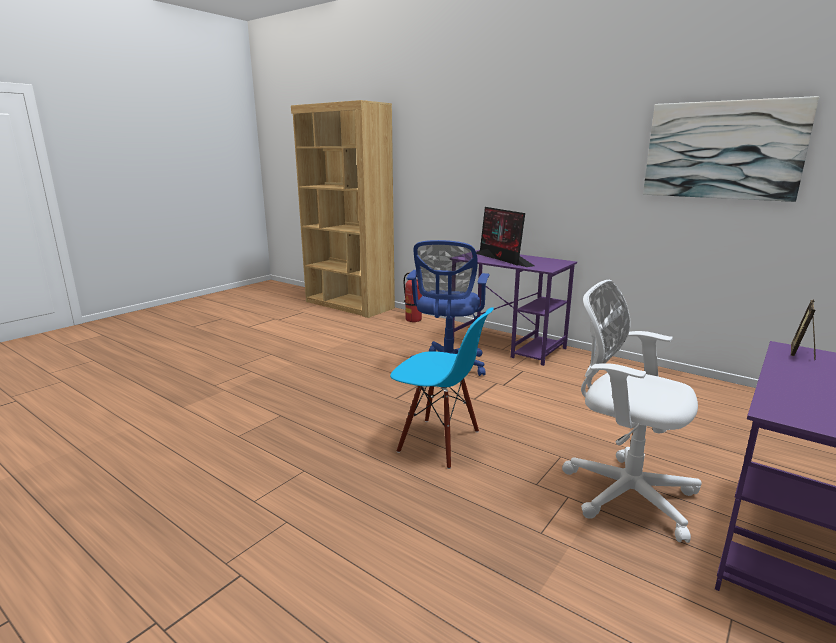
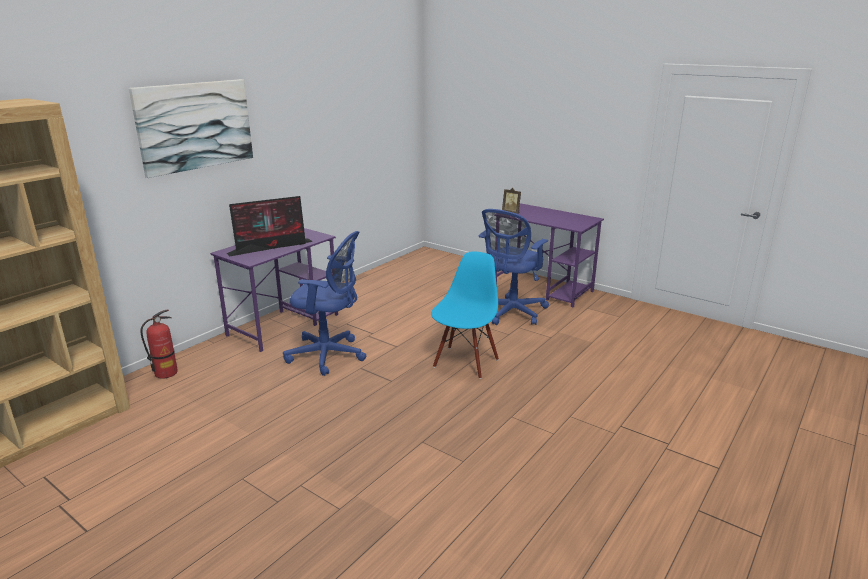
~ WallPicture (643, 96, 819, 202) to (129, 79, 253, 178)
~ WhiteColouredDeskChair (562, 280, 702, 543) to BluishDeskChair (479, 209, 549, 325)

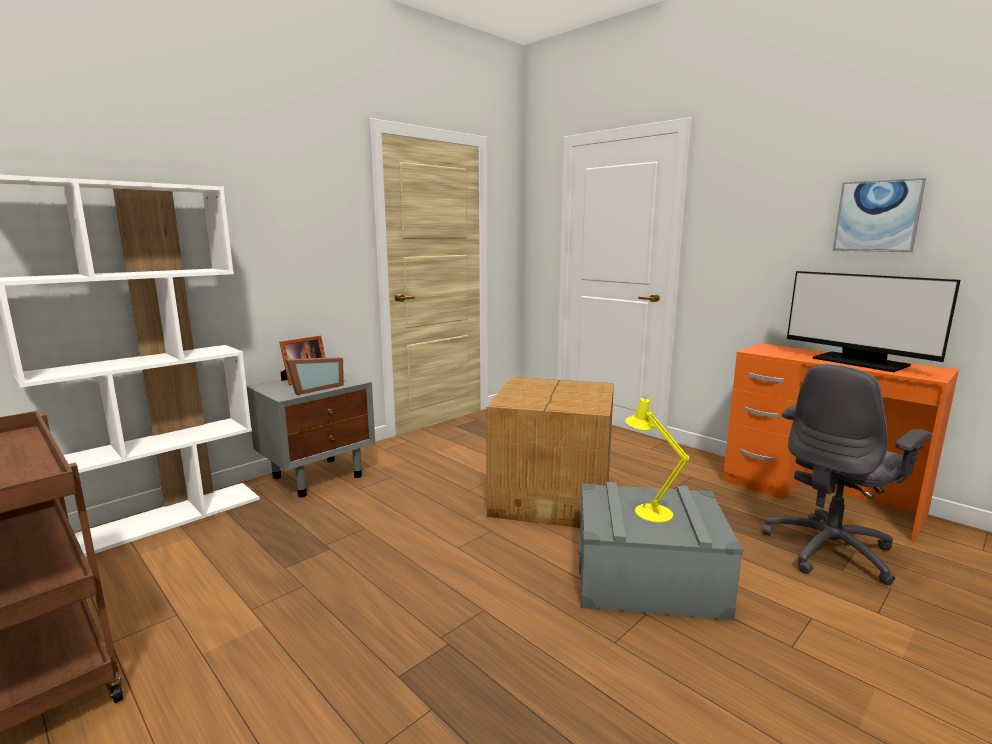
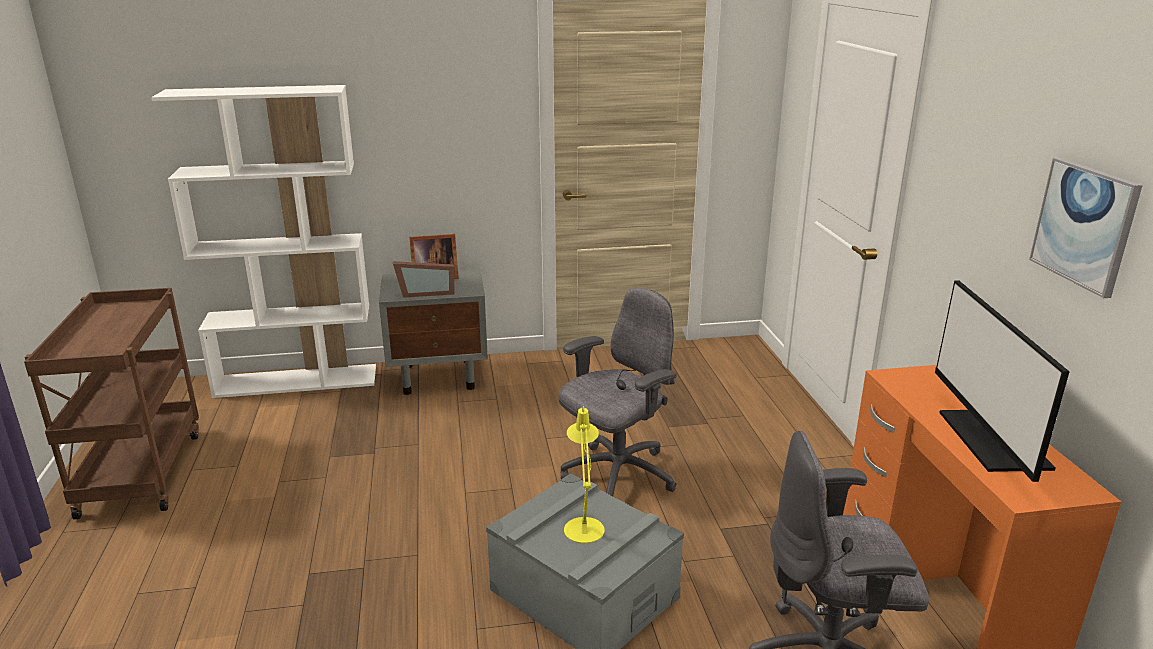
~ PackingBox (486, 377, 614, 528) to GreyishDeskChair (558, 287, 677, 496)

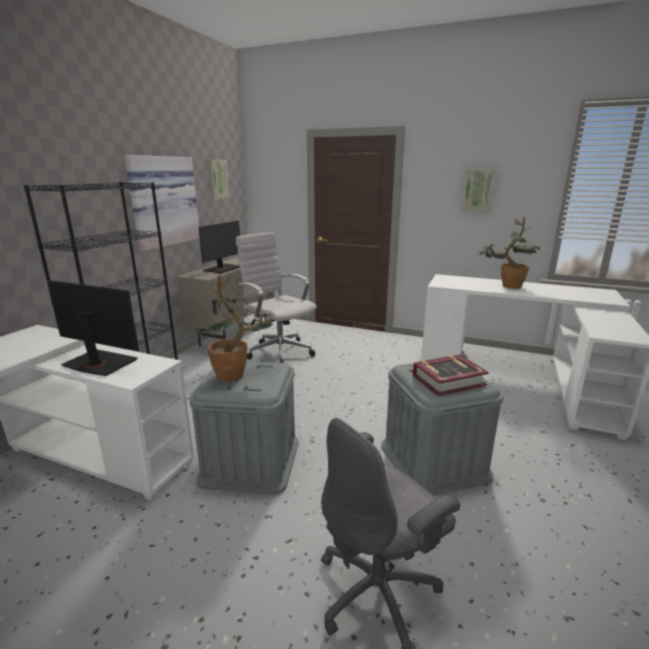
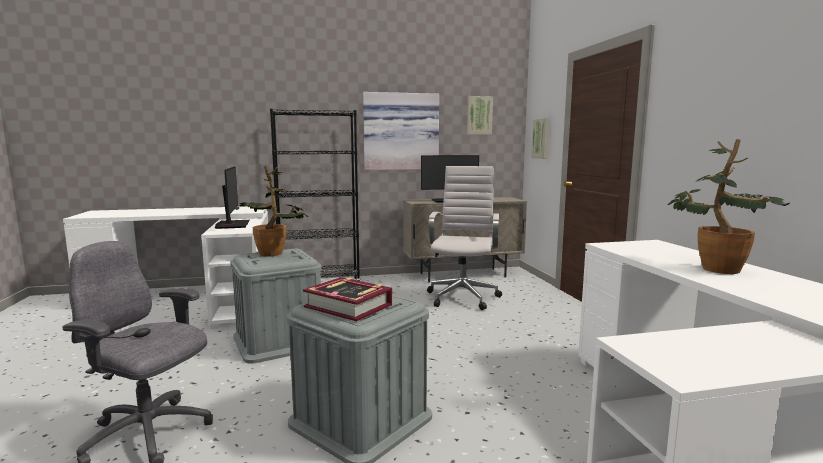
~ WallPicture (462, 169, 496, 213) to (531, 118, 549, 159)

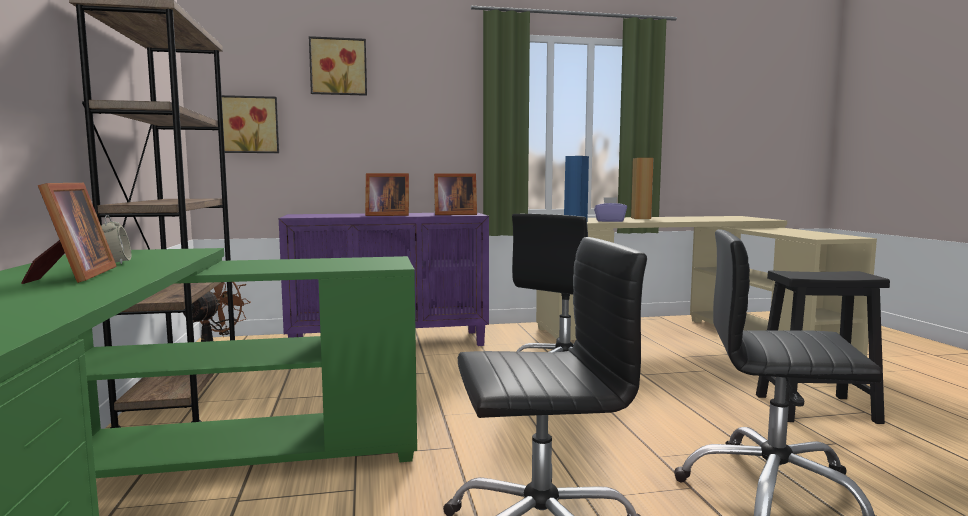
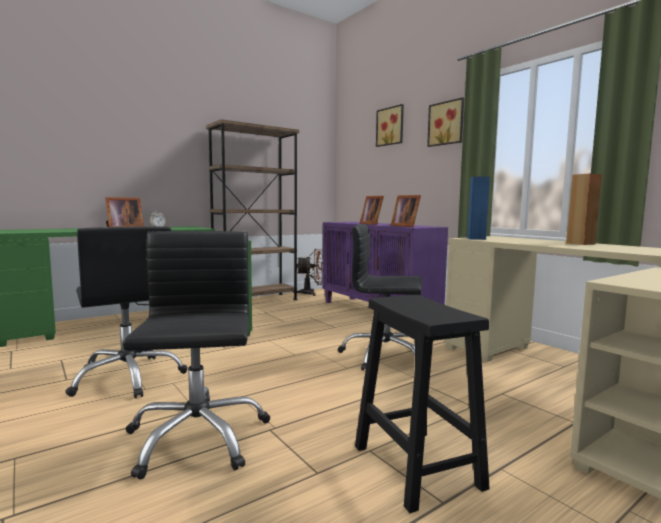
- PurpleTissueHolder (594, 197, 627, 222)
~ WallPicture (222, 95, 279, 153) to (427, 97, 464, 147)

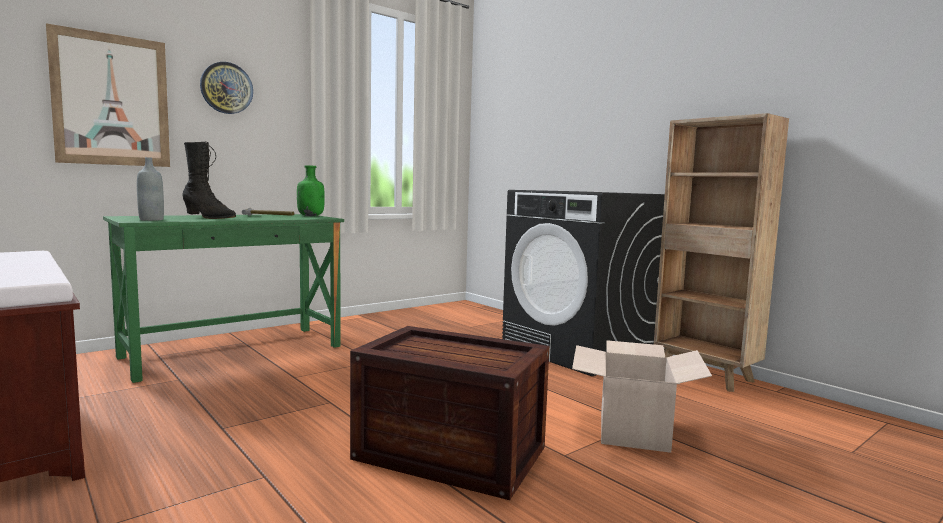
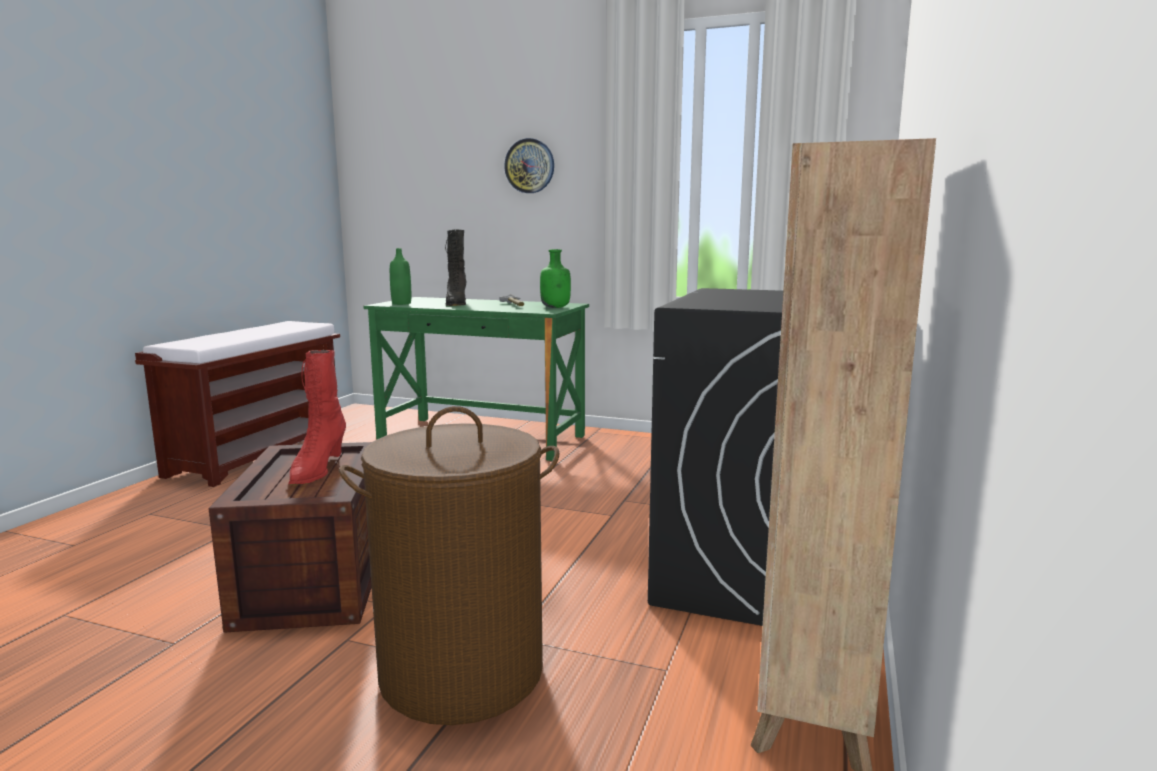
- WallPicture (46, 23, 170, 167)
+ RedTallBoot (288, 350, 346, 485)
~ PackingBox (572, 340, 712, 453) to BrownColouredLaundryBasket (339, 406, 559, 725)
~ GreyishDrinkBottle (137, 157, 164, 221) to GreenDrinkBottle (390, 248, 411, 305)

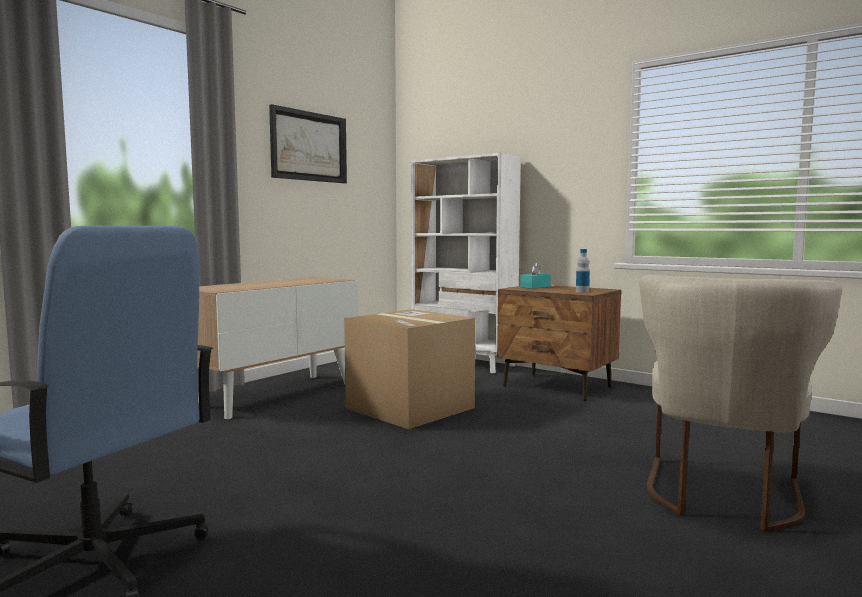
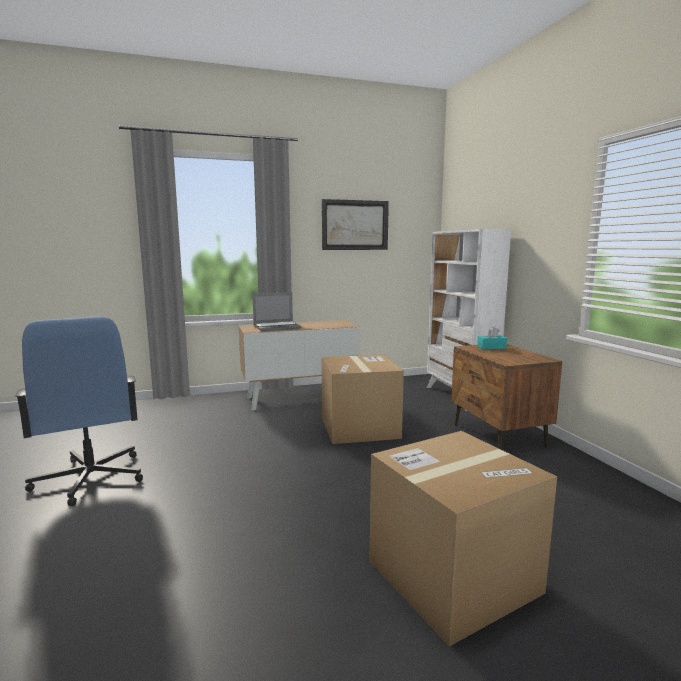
- DrinkBottle (576, 249, 590, 293)
+ Laptop (252, 292, 301, 331)
~ BeigePlainChair (640, 275, 842, 531) to PackingBox (370, 431, 557, 646)

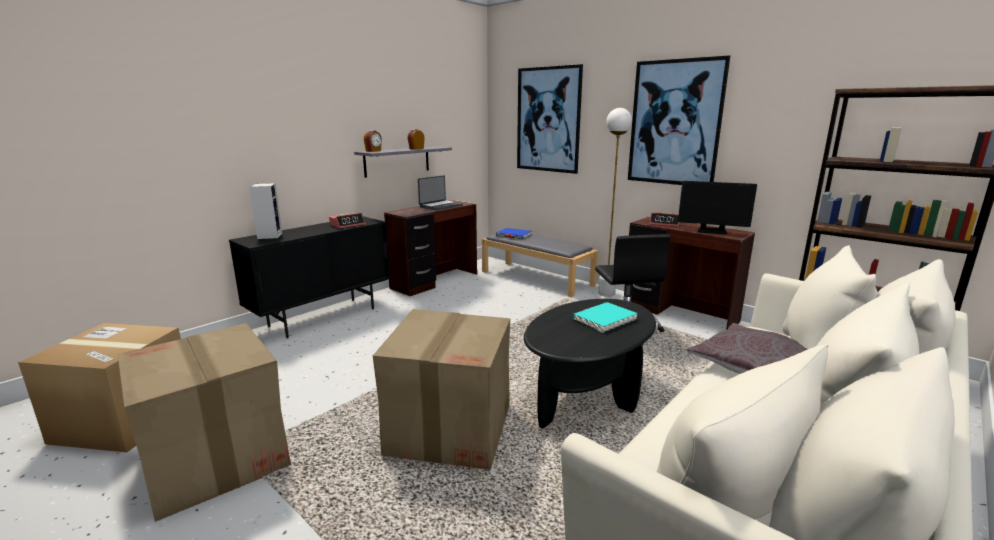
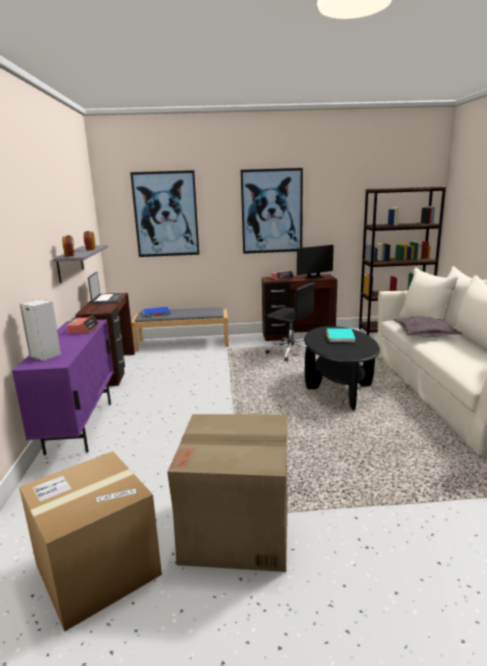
- PackingBox (373, 309, 510, 470)
- WhiteColouredStandardLamp (598, 108, 632, 297)
~ BlackishStorageCabinet (229, 216, 390, 339) to PurpleStorageCabinet (12, 320, 114, 456)

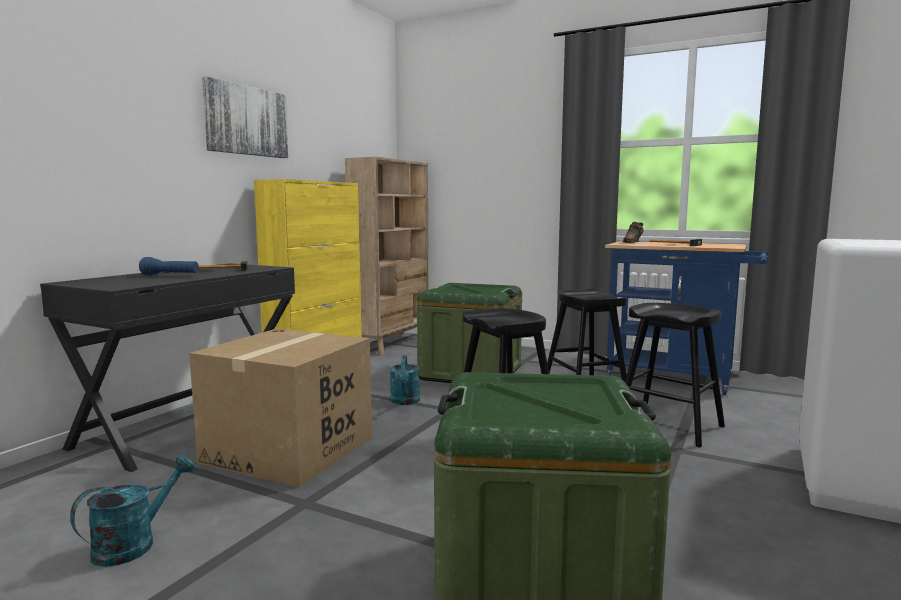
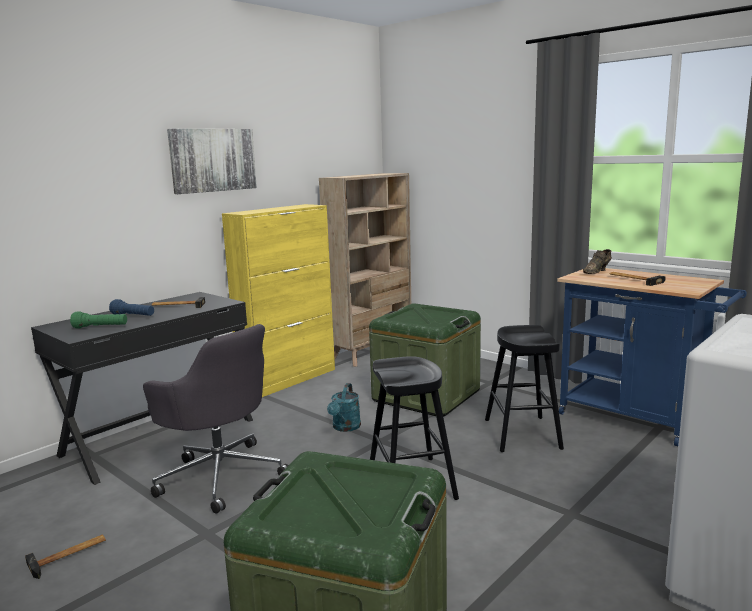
- BlackishSittingStool (625, 303, 725, 447)
+ GreenFlashlight (70, 312, 127, 328)
~ TurquoiseWateringPot (70, 455, 195, 567) to Hammer (25, 534, 106, 579)
~ PackingBox (189, 329, 372, 487) to GreyishDeskChair (143, 324, 289, 514)

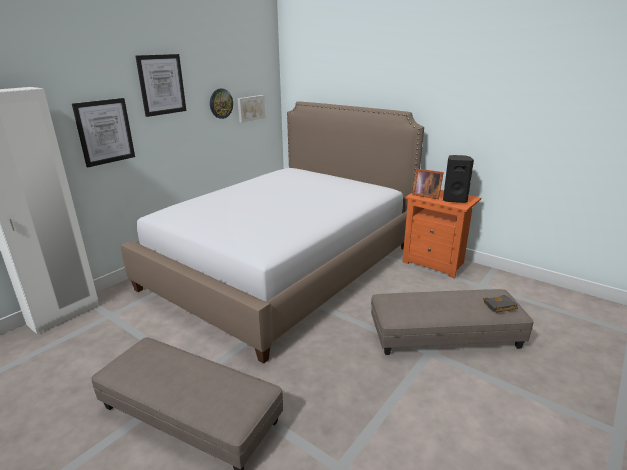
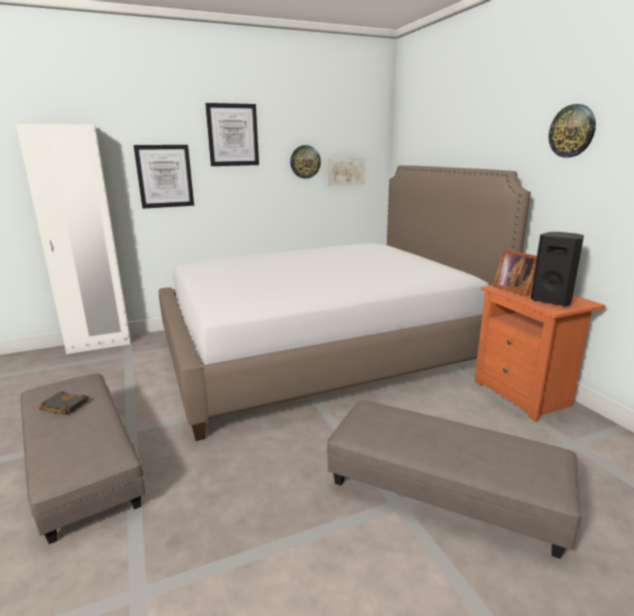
+ WallClock (549, 104, 596, 157)
~ BlackishBoundBook (483, 295, 518, 313) to (39, 391, 89, 415)

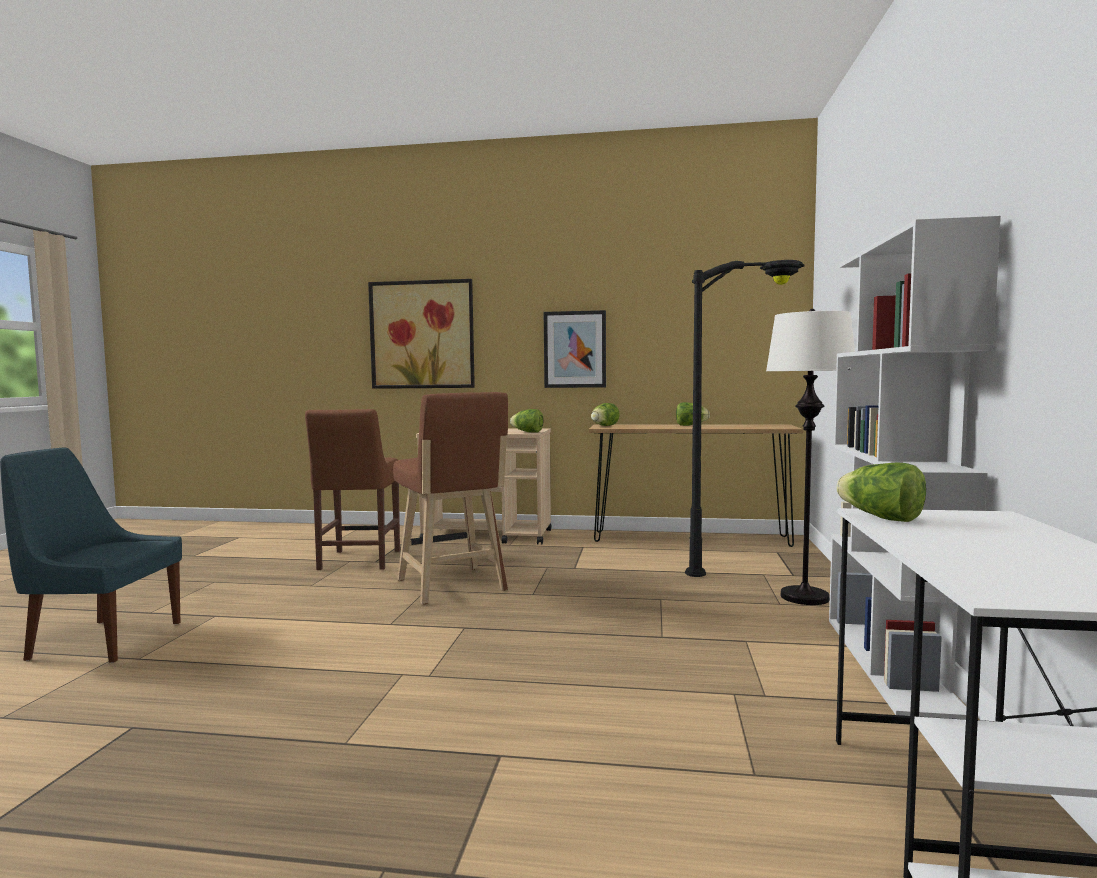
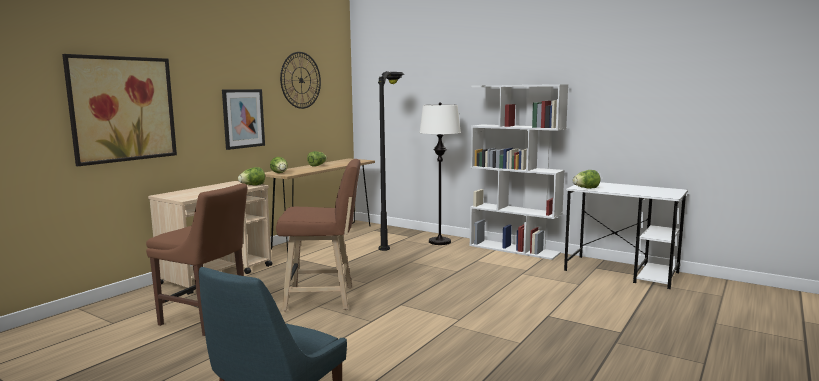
+ WallClock (280, 52, 321, 109)

